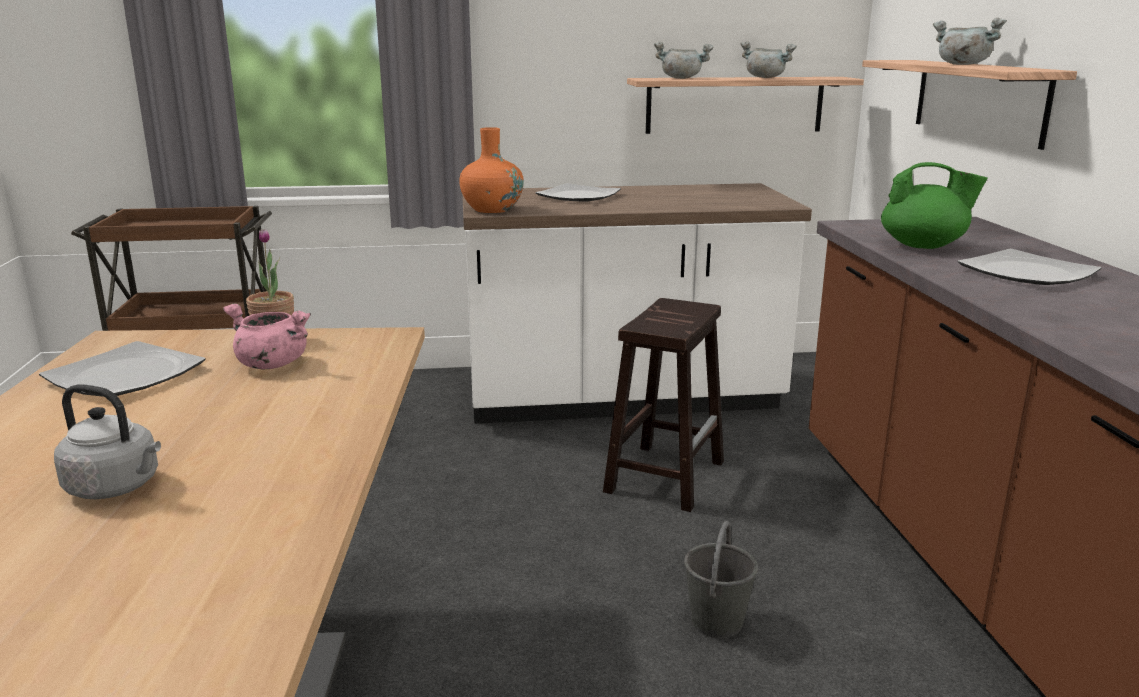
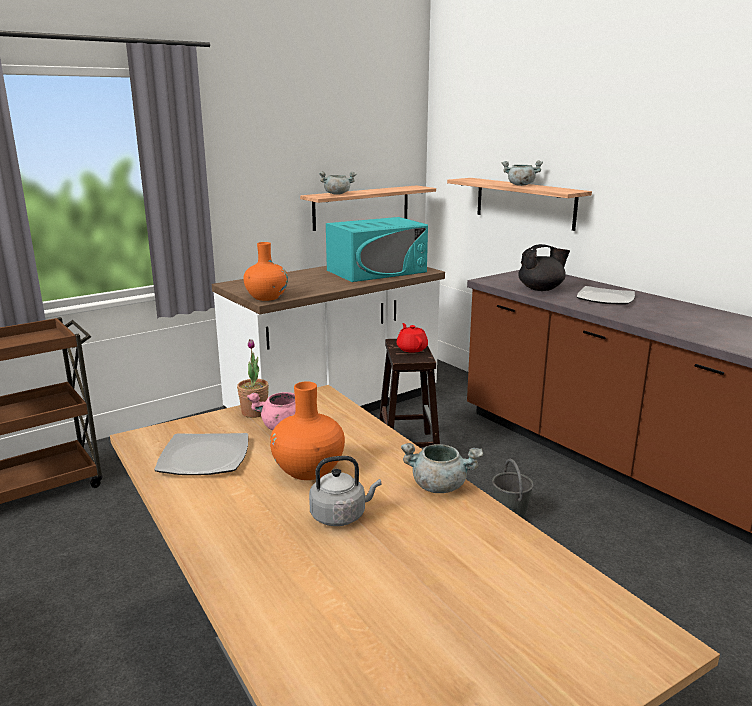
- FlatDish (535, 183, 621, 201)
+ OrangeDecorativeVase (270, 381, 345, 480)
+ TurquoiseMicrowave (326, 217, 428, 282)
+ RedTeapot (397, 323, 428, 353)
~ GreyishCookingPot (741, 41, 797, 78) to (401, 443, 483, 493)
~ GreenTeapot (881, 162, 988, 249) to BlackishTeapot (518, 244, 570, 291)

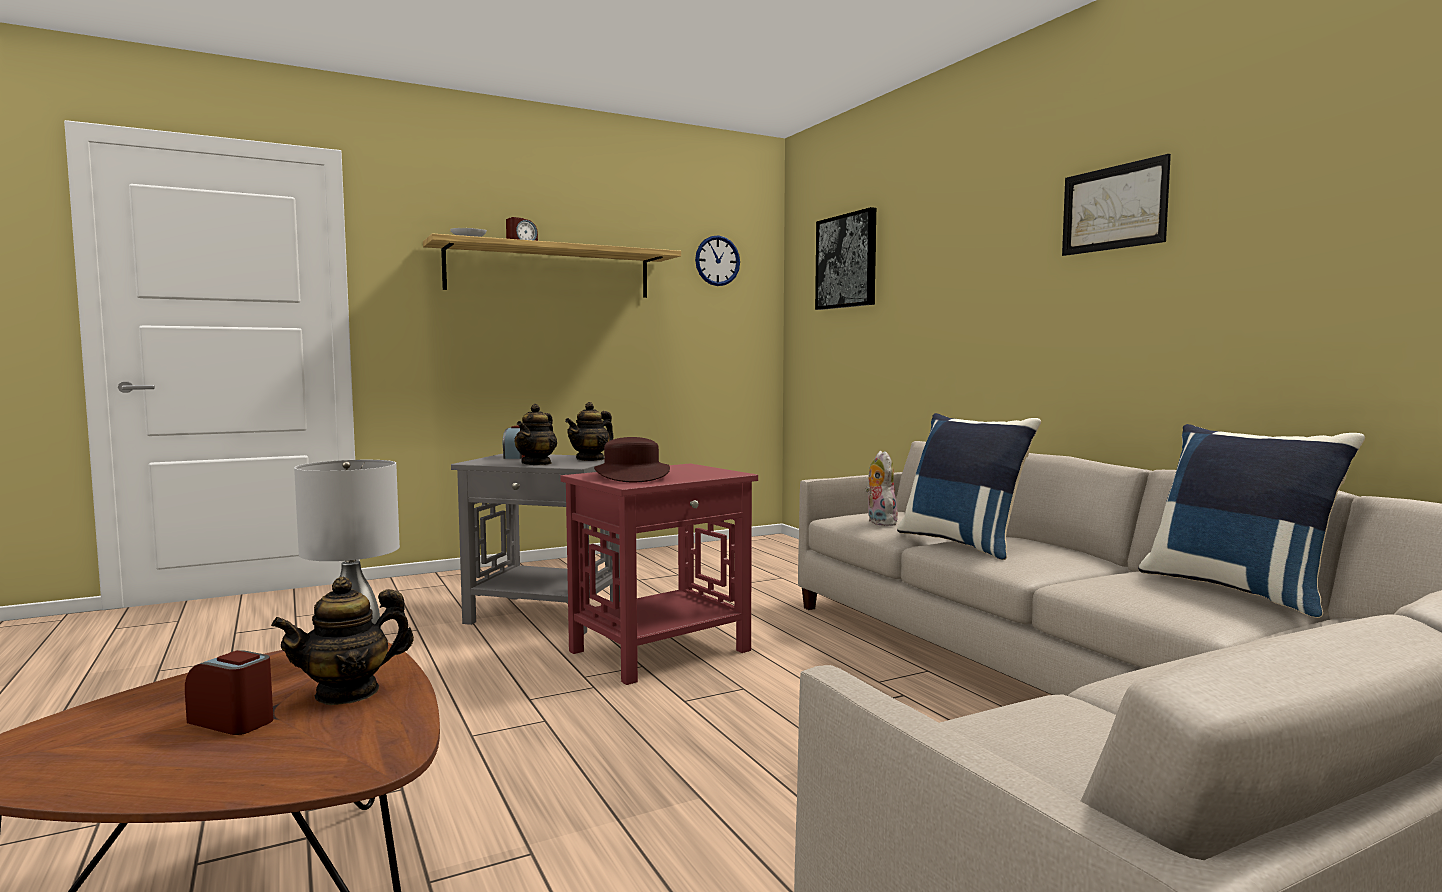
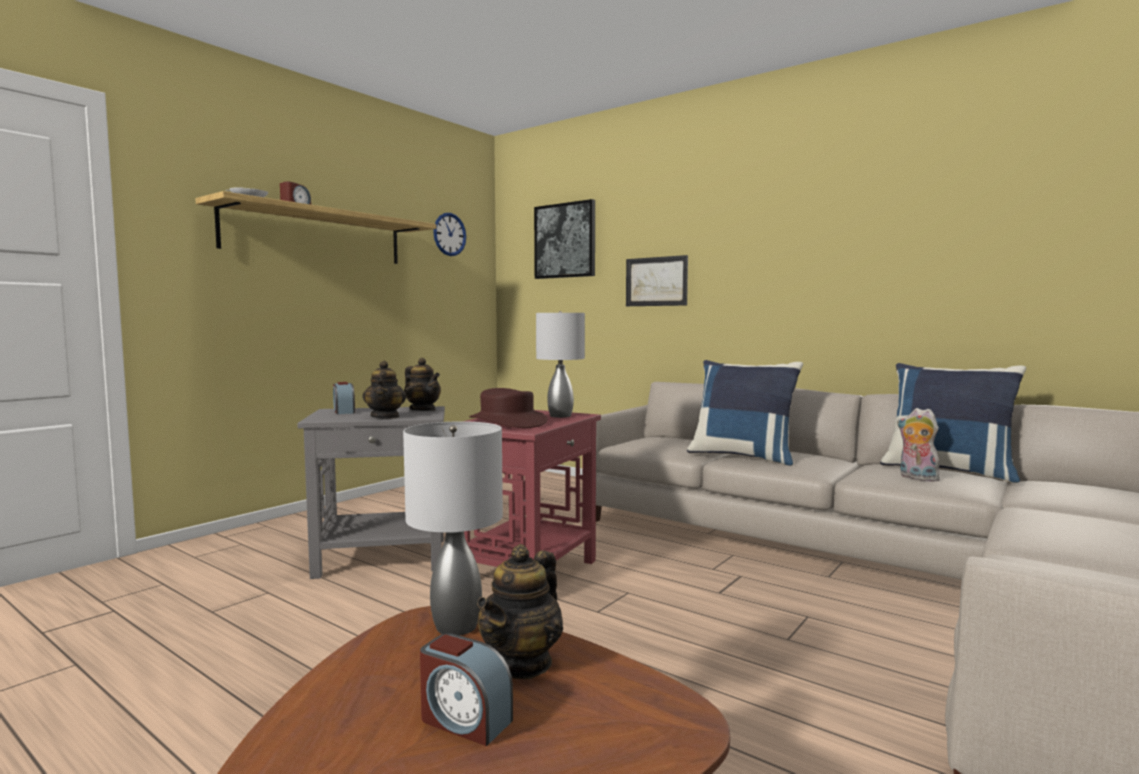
+ GreyishLampForATable (536, 311, 585, 418)
~ PlushToy (865, 451, 898, 526) to (897, 408, 942, 482)
~ WallPicture (1062, 154, 1171, 256) to (626, 255, 688, 306)
~ BedsideClock (185, 650, 273, 735) = (420, 633, 513, 746) 150 degrees counterclockwise
~ Teapot (565, 402, 614, 461) = (404, 358, 441, 411) 60 degrees counterclockwise

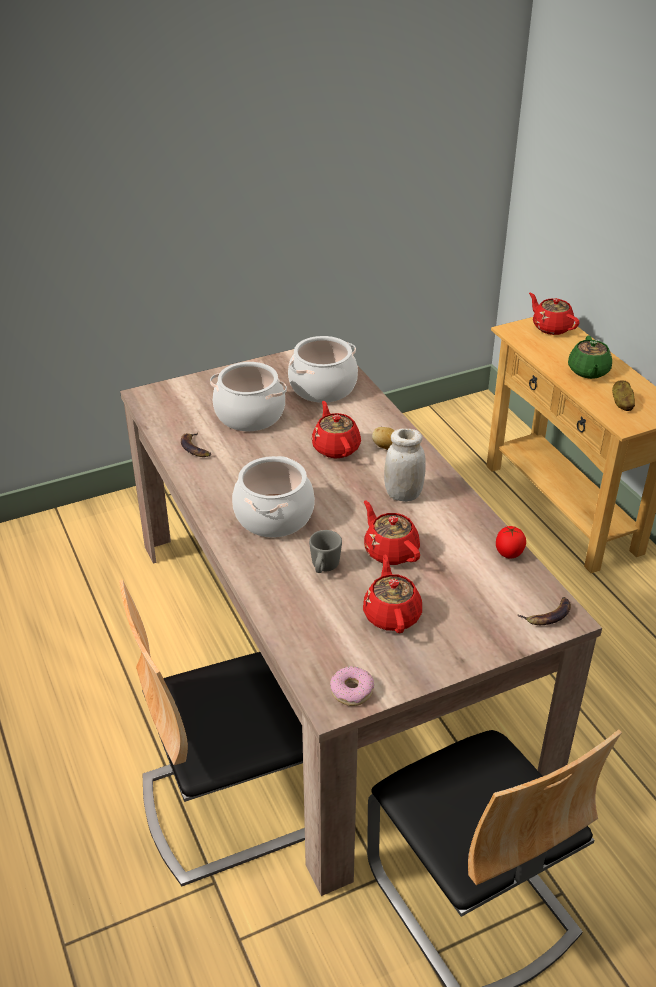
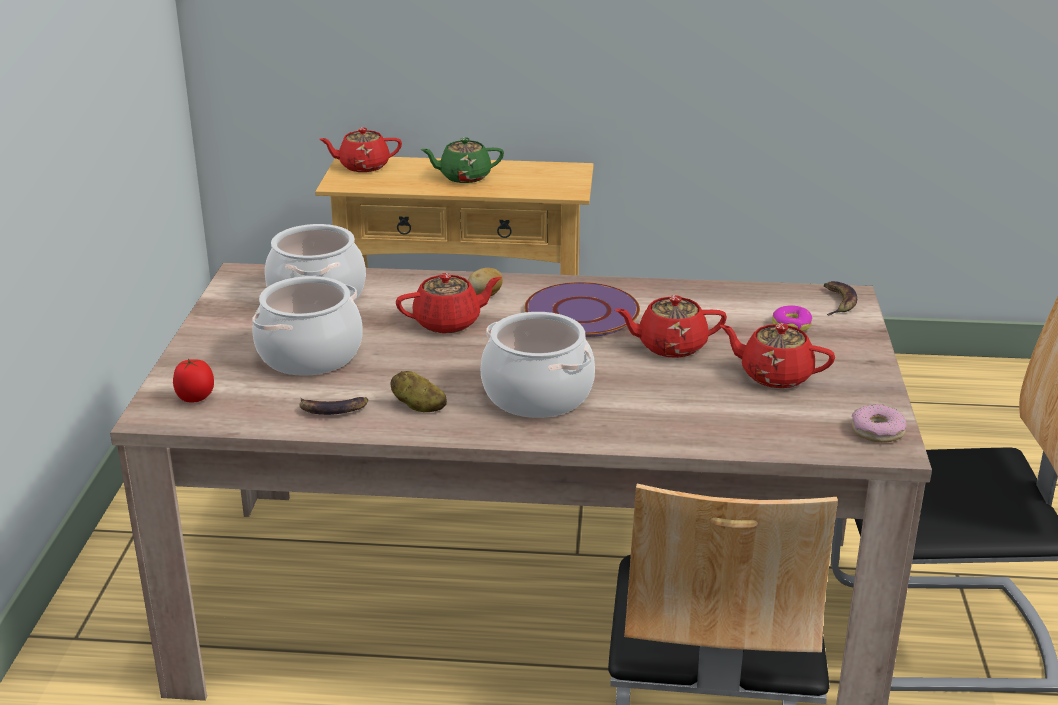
- GreyishTeaMug (309, 530, 342, 573)
+ RingDoughnut (772, 305, 813, 331)
~ FreshTomato (496, 526, 526, 558) to (173, 359, 214, 402)
~ WholePotato (612, 381, 635, 411) to (390, 371, 447, 412)
~ WhiteColouredPreserveJar (384, 429, 426, 502) to PurpleFlatDish (525, 282, 640, 337)
~ RedTeapot (312, 401, 361, 458) = (396, 273, 502, 333) 150 degrees clockwise
~ GreenTeapot (568, 335, 612, 379) = (420, 137, 504, 183) 135 degrees clockwise

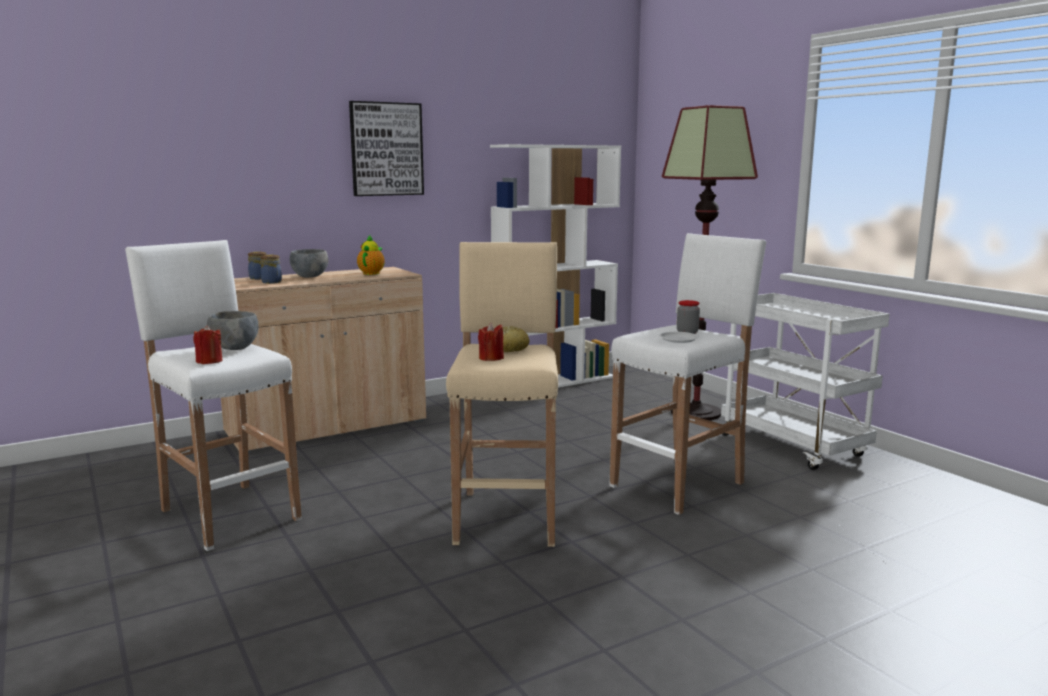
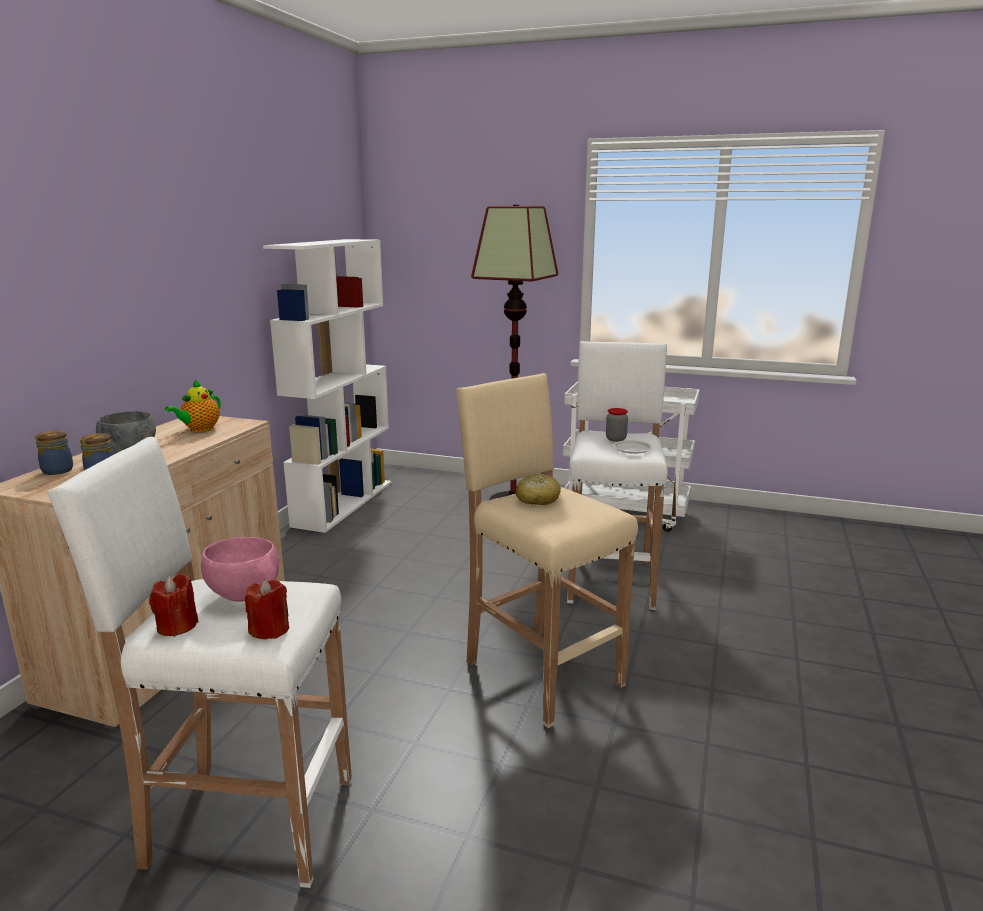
- WallPicture (349, 101, 424, 196)
~ RedCandle (478, 322, 504, 361) to (149, 574, 199, 637)
~ GreyishServingBowl (207, 311, 259, 350) to PinkColouredServingBowl (201, 537, 279, 602)
~ Teapot (357, 235, 385, 275) = (165, 379, 221, 432) 120 degrees counterclockwise

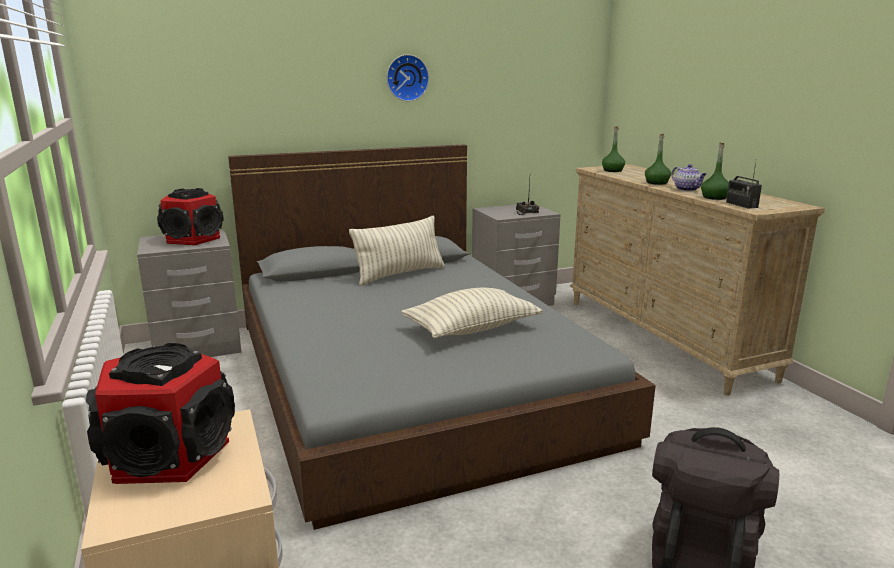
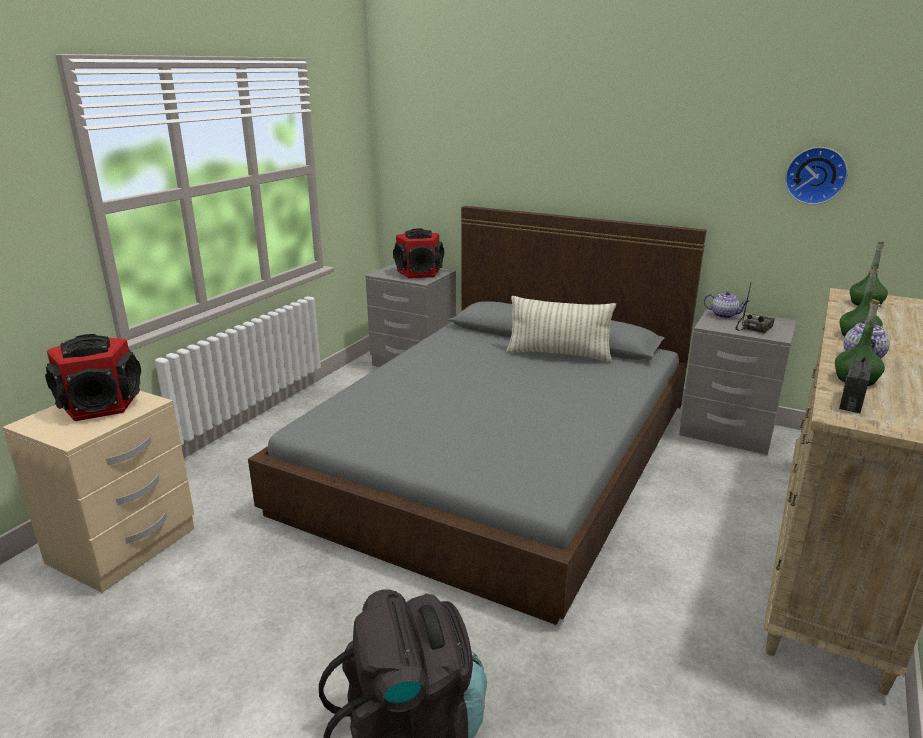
- ThrowPillow (401, 288, 543, 338)
+ Teapot (703, 291, 749, 318)
~ WallClock (387, 54, 429, 101) to (785, 147, 848, 205)

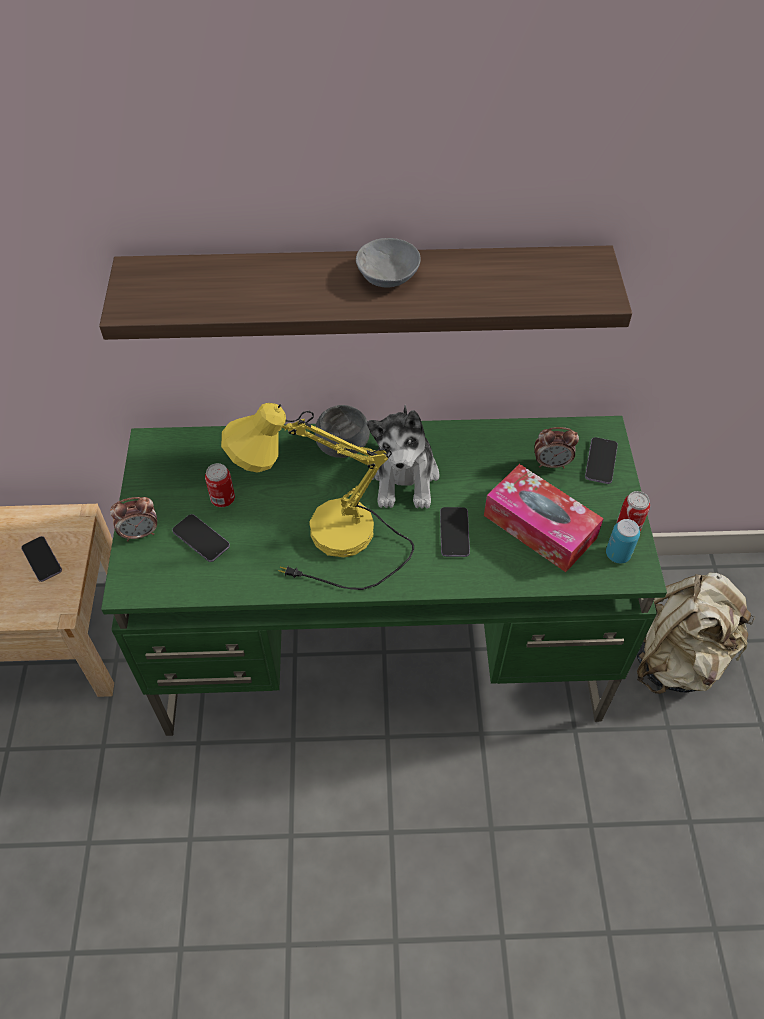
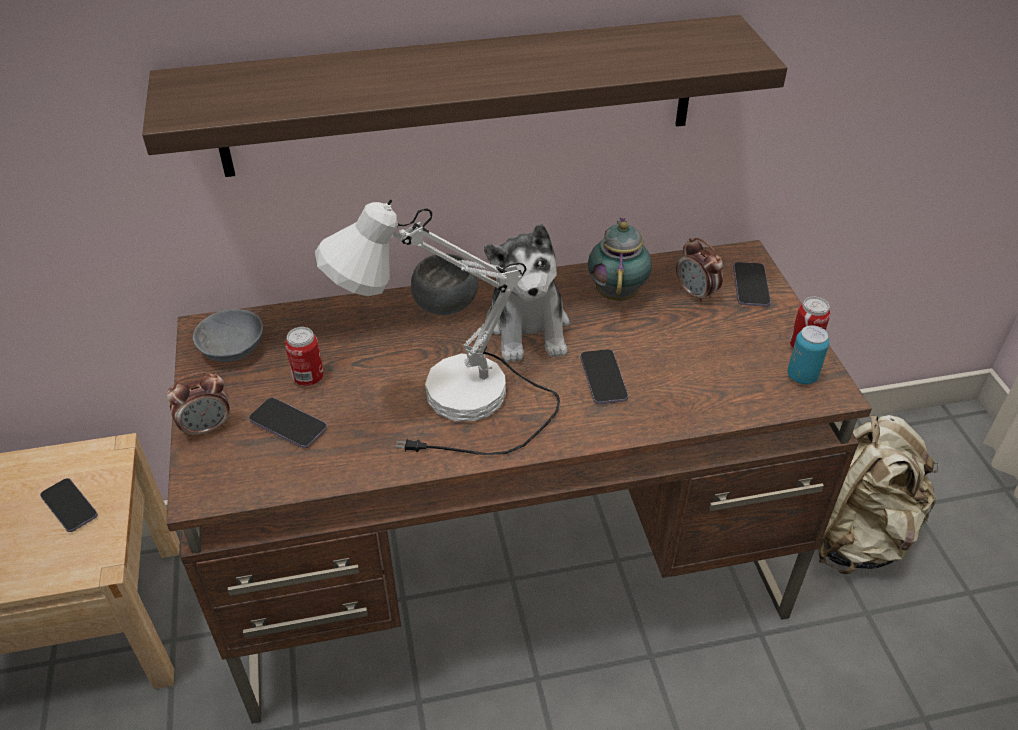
- TissueHolder (484, 464, 604, 572)
+ Teapot (588, 217, 652, 301)
~ GreyishServingBowl (356, 238, 421, 287) to (193, 309, 263, 362)
~ GreenDeskUnit (101, 416, 667, 736) to BrownColouredDeskUnit (166, 240, 872, 724)
~ YellowColouredLampForATable (221, 403, 414, 590) to WhiteColouredLampForATable (315, 199, 560, 455)
~ BedsideClock (535, 427, 579, 469) = (676, 238, 723, 304) 60 degrees clockwise

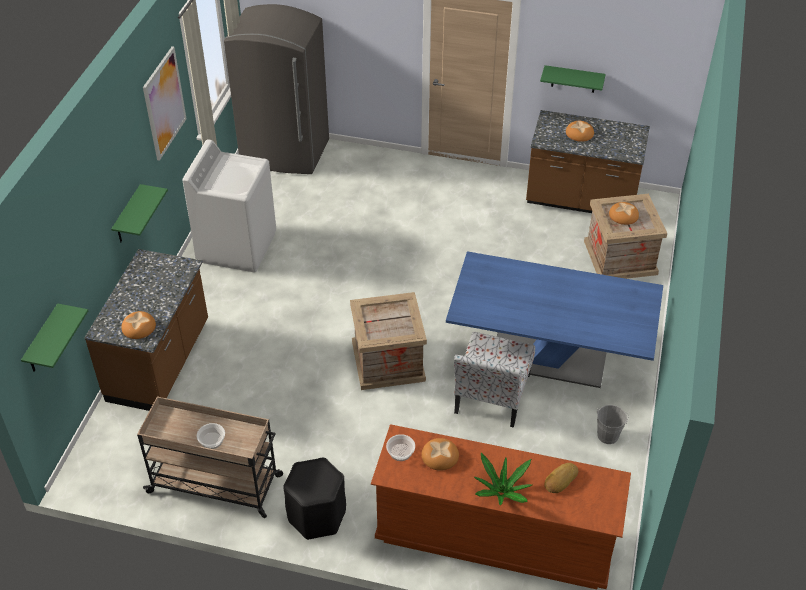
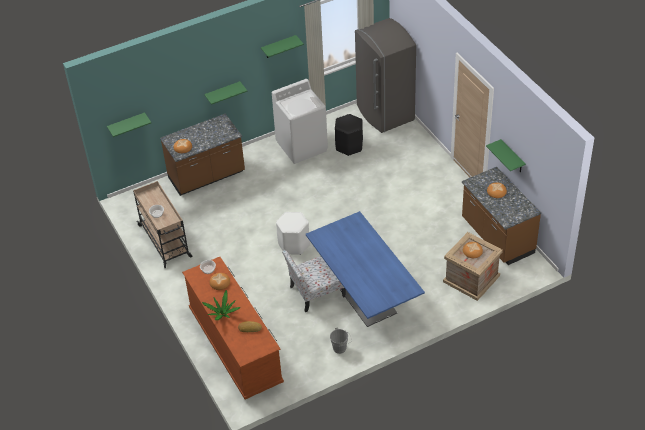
~ BlackishSittingStool (283, 458, 346, 540) to (335, 114, 363, 156)
~ WallPicture (143, 46, 187, 161) to GreenShelf (261, 35, 304, 58)
~ ShippingCrate (350, 292, 427, 390) to WhiteColouredSittingStool (276, 212, 310, 255)

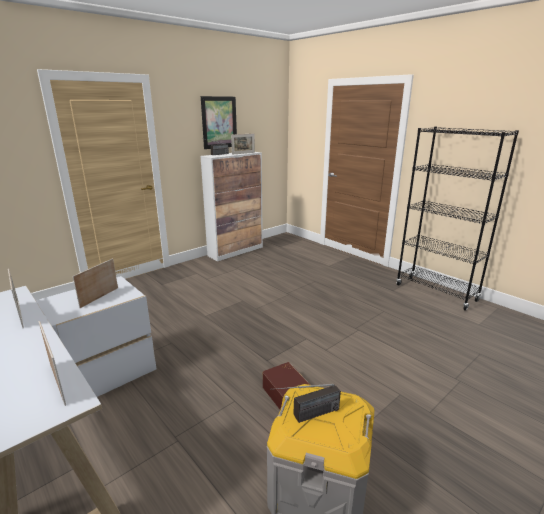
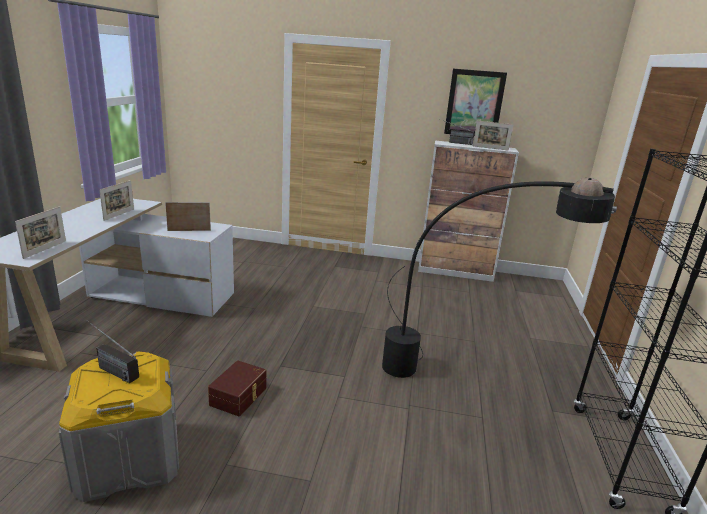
+ BlackishStandardLamp (382, 178, 615, 378)

